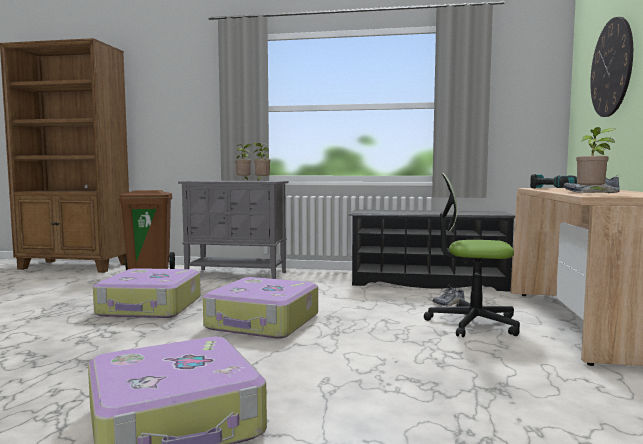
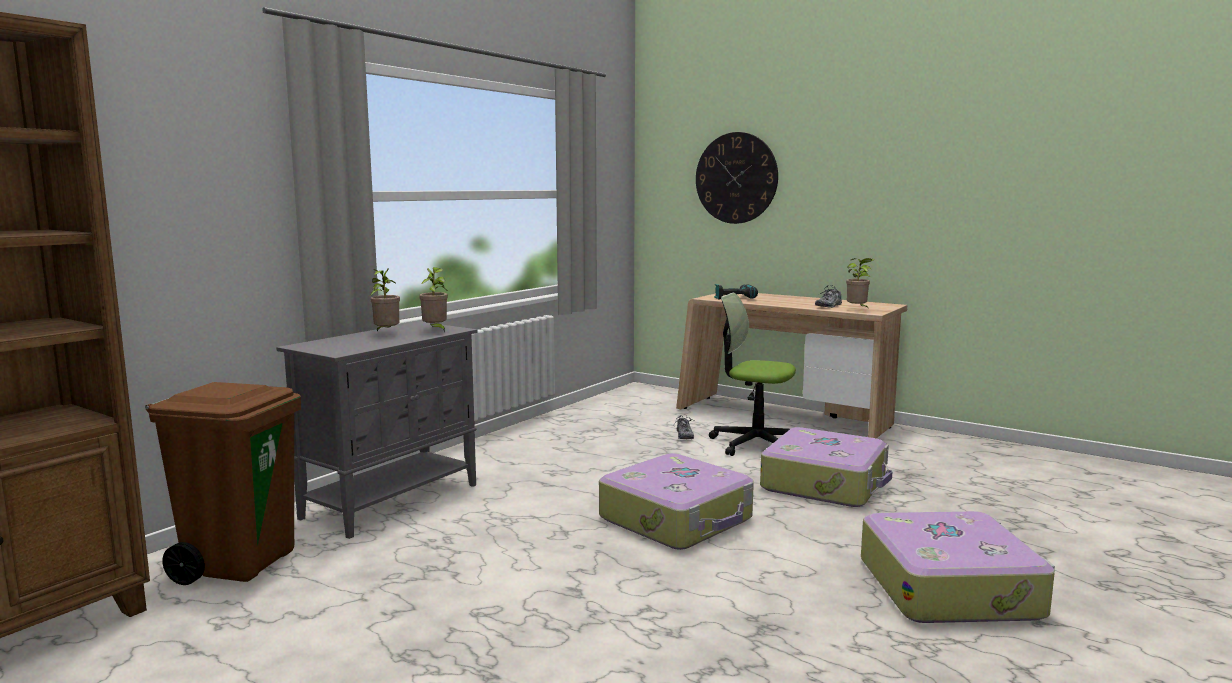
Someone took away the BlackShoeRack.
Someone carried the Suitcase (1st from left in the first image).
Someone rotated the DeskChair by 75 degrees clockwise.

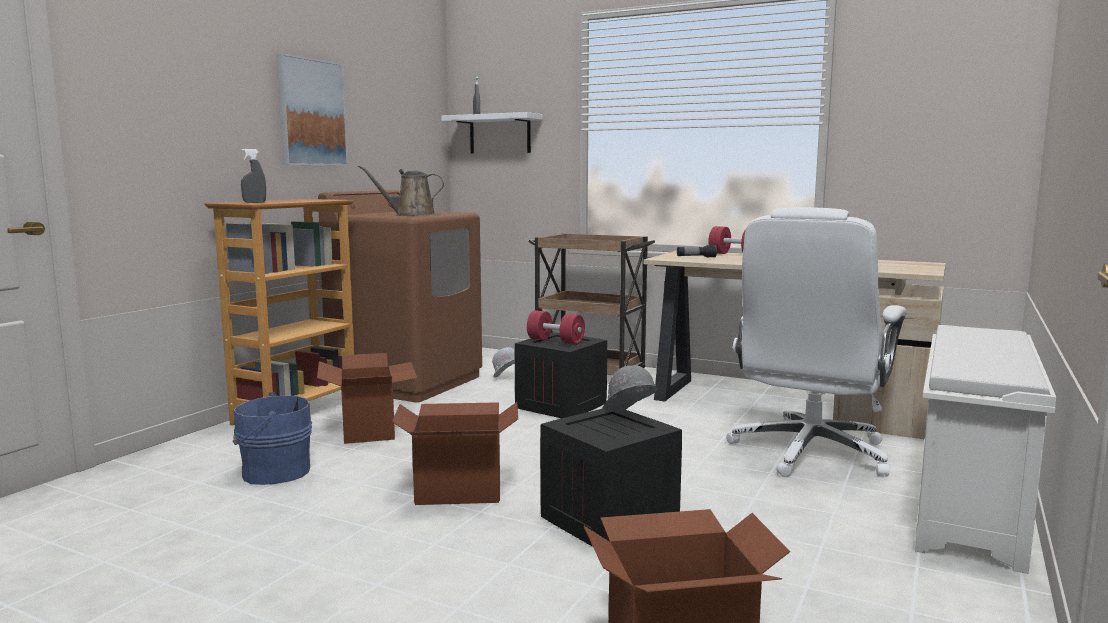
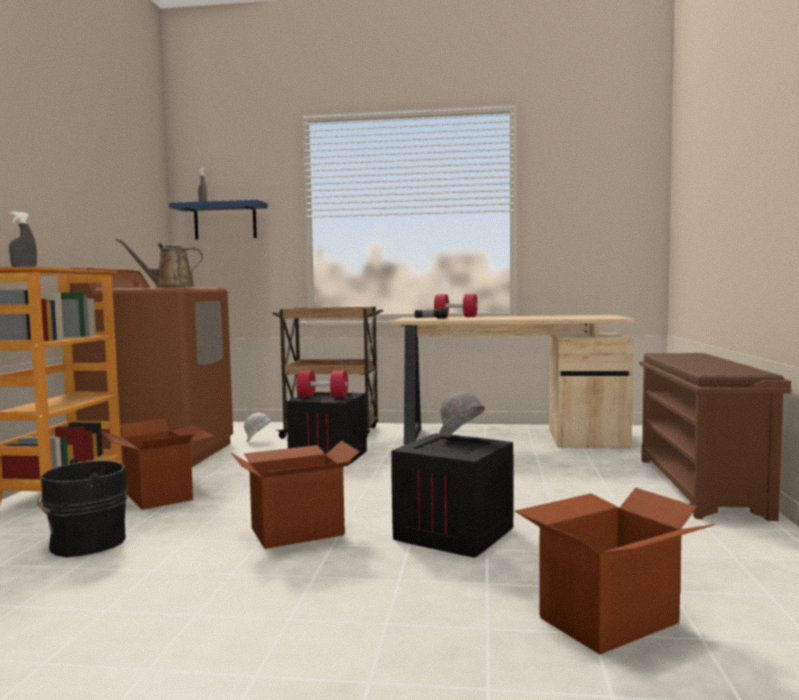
Someone took away the WallArt.
Someone took away the WhiteColouredDeskChair.
Someone repainted the BlueColouredPail, which became the BlackPail.
Someone repainted the WhiteColouredShelf, which became the BlueColouredShelf.
Someone repainted the WhiteColouredShoeRack, which became the BrownishShoeRack.

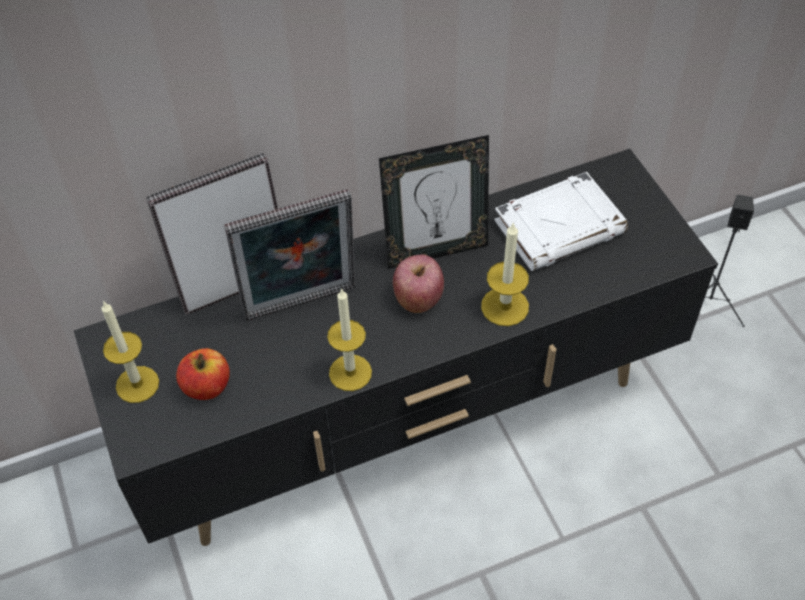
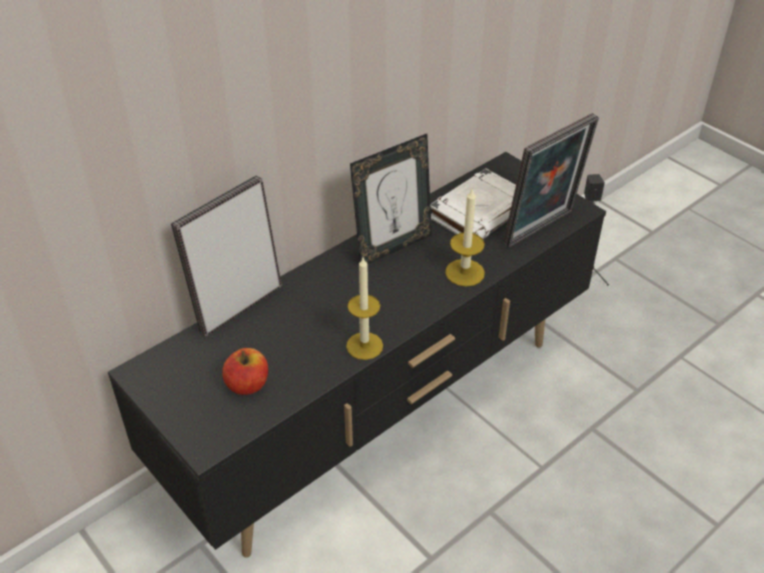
Someone took away the WaxCandle (1st from left).
Someone took away the AppleFruit (2nd from left).
Someone carried the PictureFrame (2nd from left in the first image).

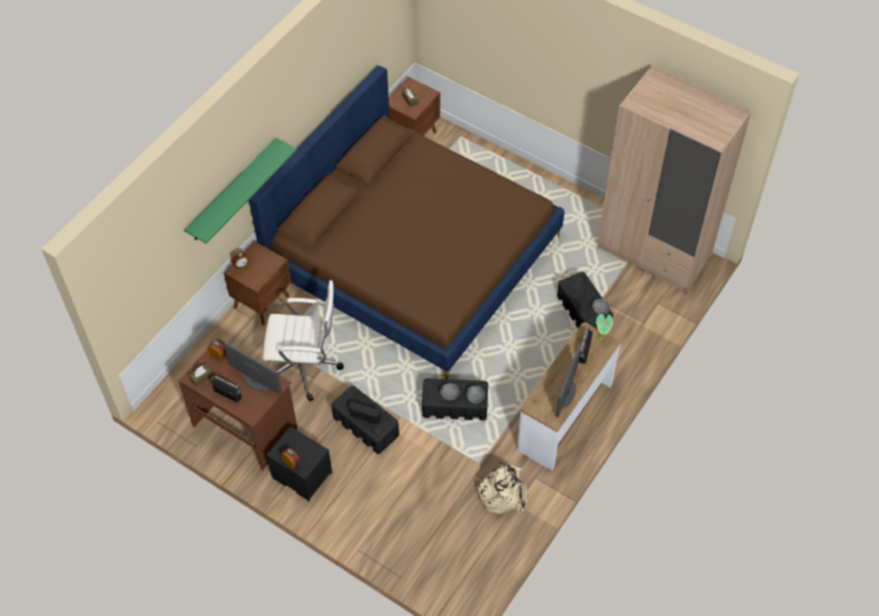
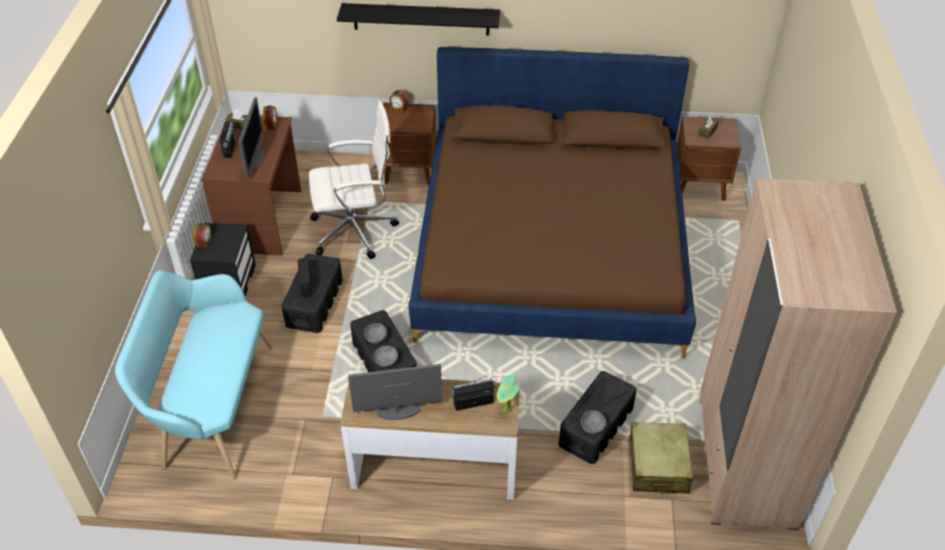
Someone took away the BeigeColouredBackpack.
Someone put down the TurquoiseColouredLongSeat.
Someone put down the BeigeColouredSuitcase.
Someone repainted the GreenishShelf, which became the BlackShelf.
Someone rotated the WhiteColouredDeskChair by 75 degrees counterclockwise.

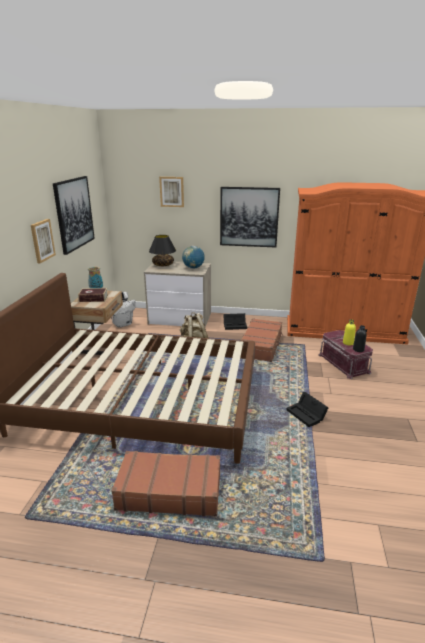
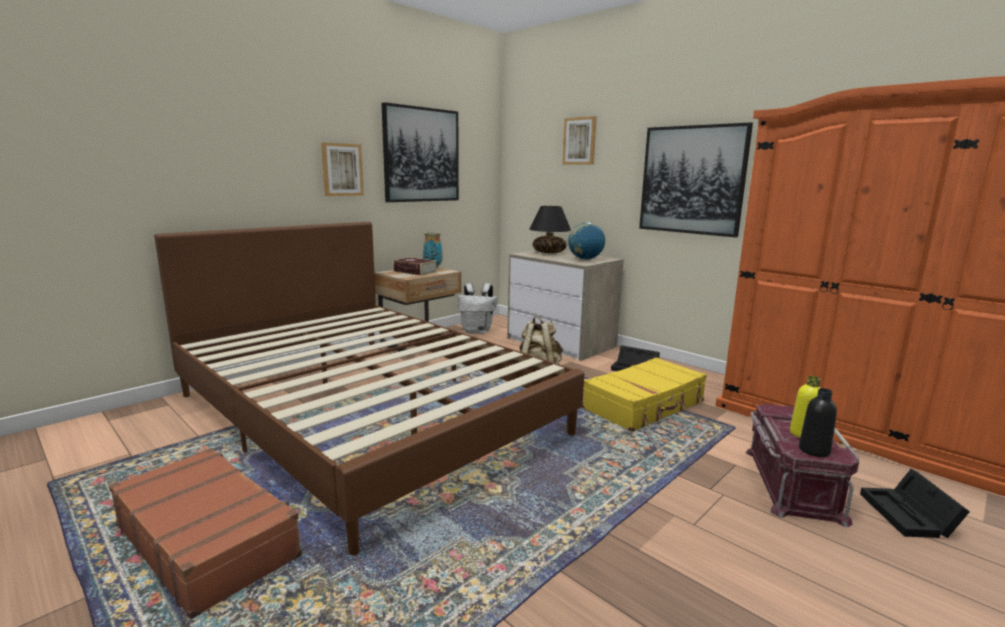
Someone carried the BlackStorageBin (2nd from left).
Someone repainted the BrownishSuitcase (2nd from left), which became the YellowColouredSuitcase.

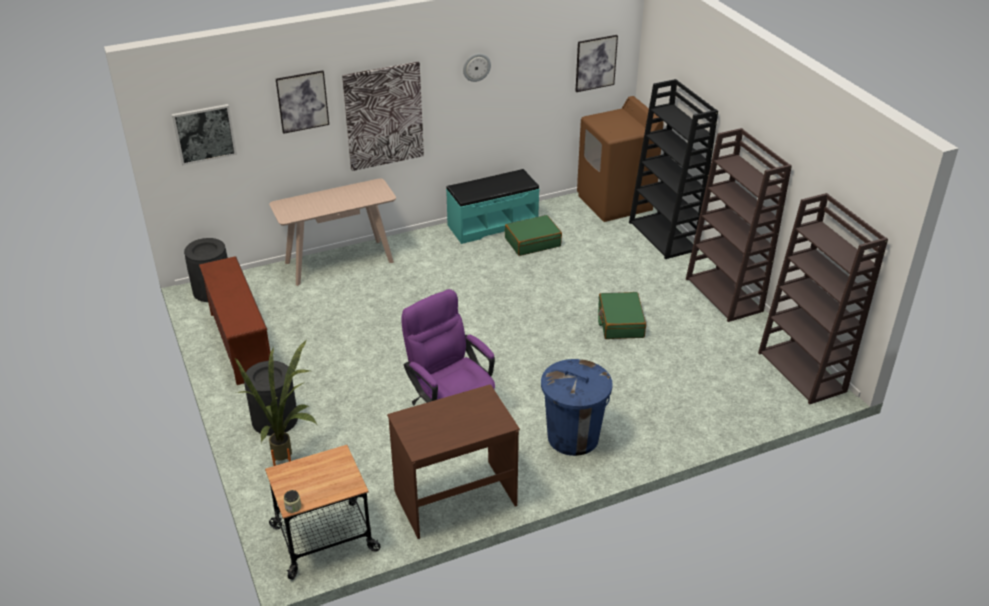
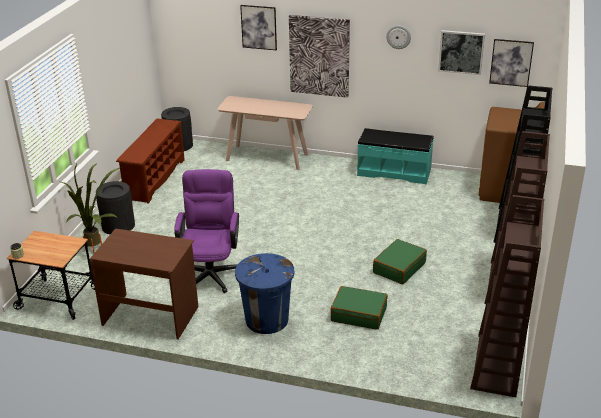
Someone carried the WallArt (1st from left in the first image).
Someone carried the GreenishSuitcase (1st from left).

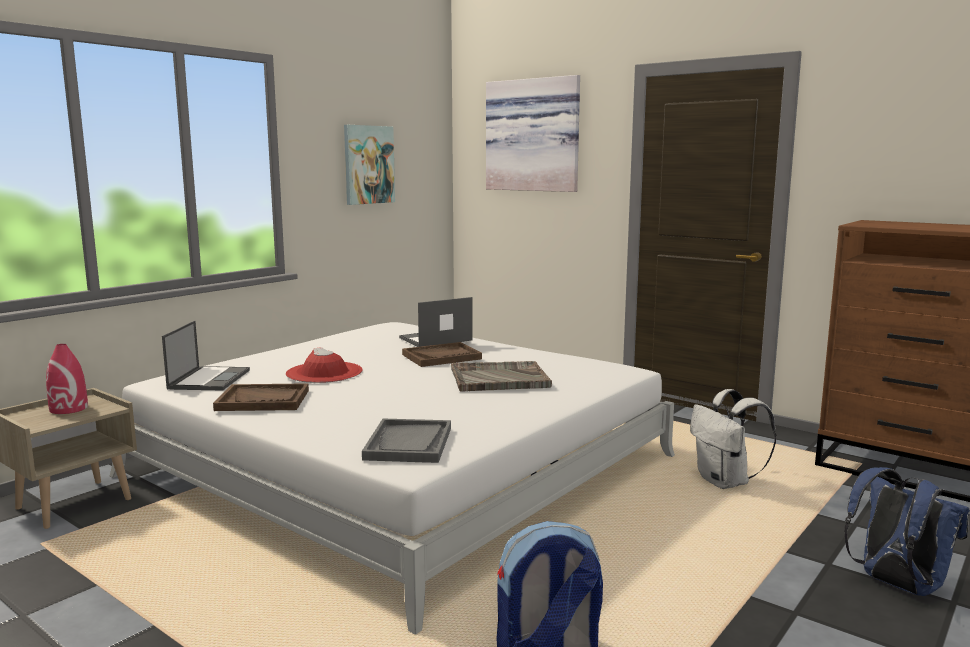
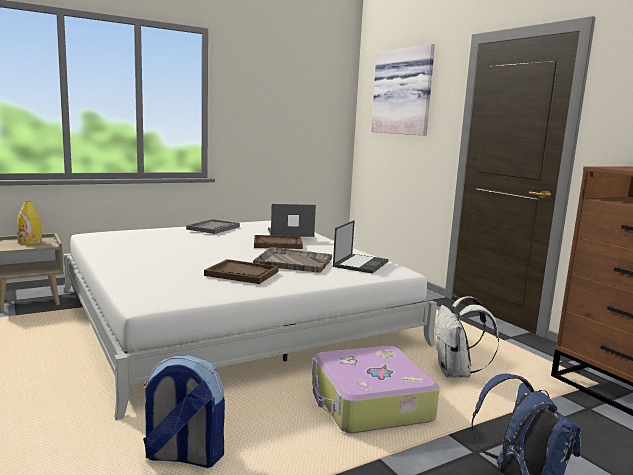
Someone took away the ReddishWearableHat.
Someone took away the WallArt (1st from left).
Someone put down the Suitcase.
Someone carried the NotebookComputer (1st from left in the first image).
Someone carried the BrownishCarryingTray (1st from left).
Someone carried the GreyishCarryingTray (1st from left).
Someone repainted the ReddishFlowerVase, which became the YellowColouredFlowerVase.

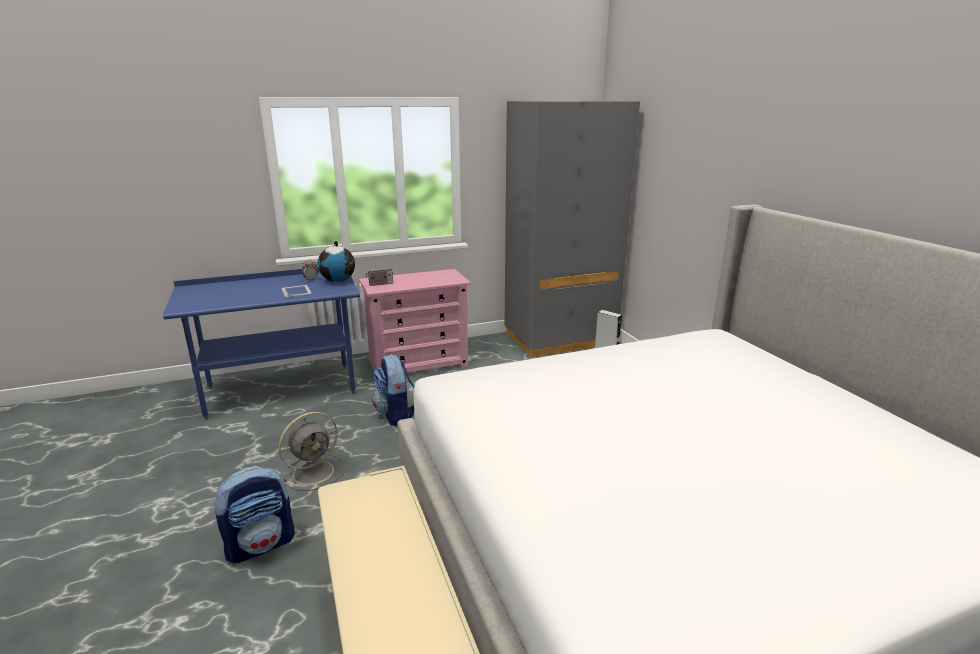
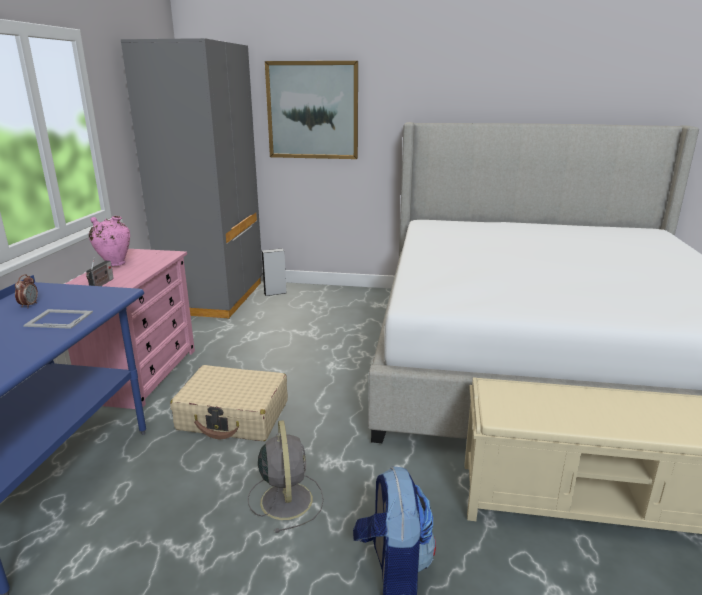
Someone took away the DeskGlobe.
Someone put down the PinkishFlowerVase.
Someone put up the WallArt.
Someone swapped the Backpack (2nd from left) for the BeigeColouredSuitcase.

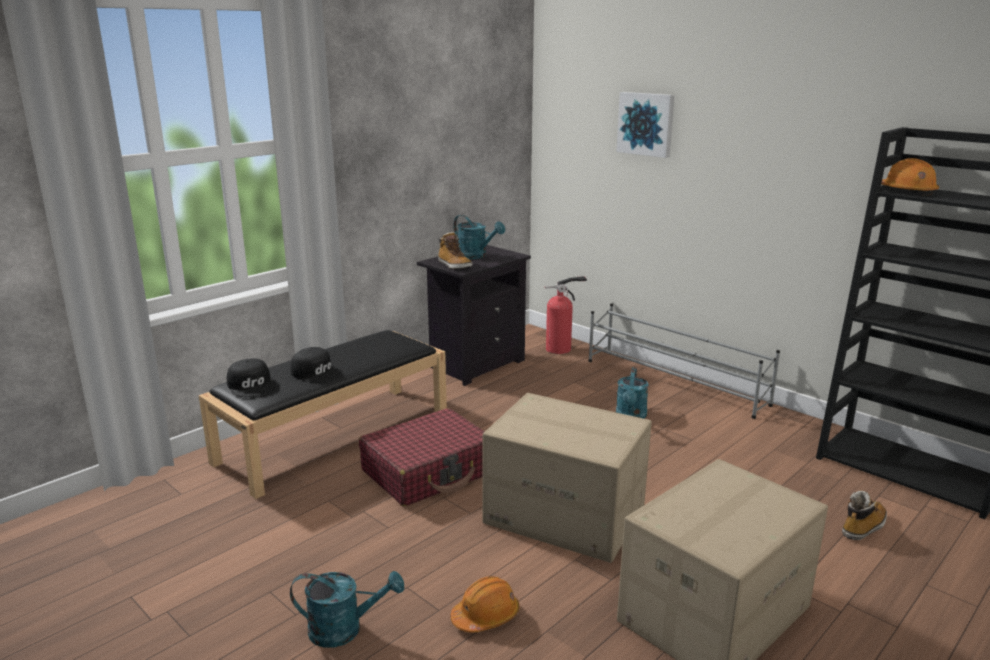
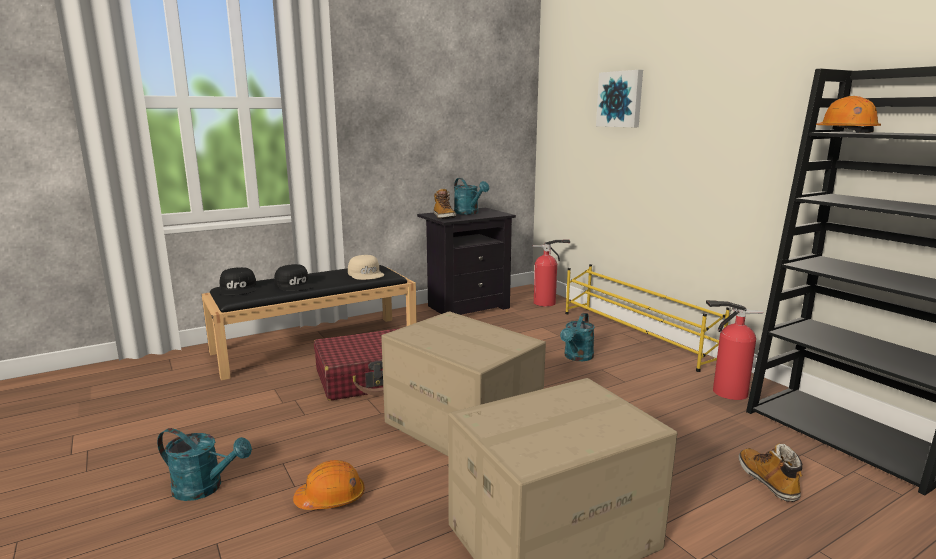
Someone put down the BeigeColouredBaseballCap.
Someone put down the FireExtinguisher (2nd from left).
Someone repainted the GreyishShoeRack, which became the YellowColouredShoeRack.
Someone rotated the HighTopBoot (2nd from left) by 75 degrees counterclockwise.

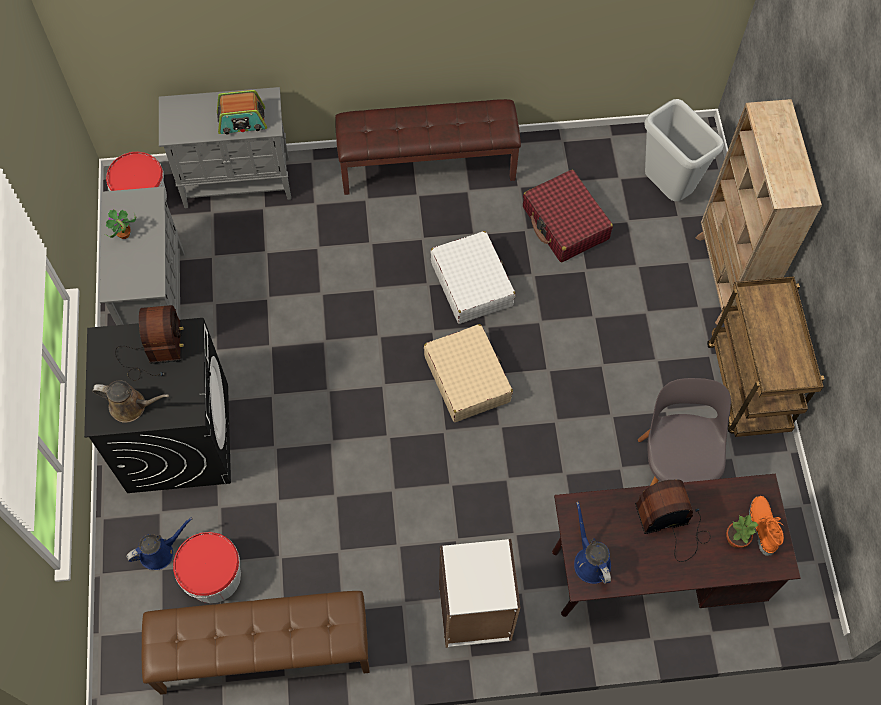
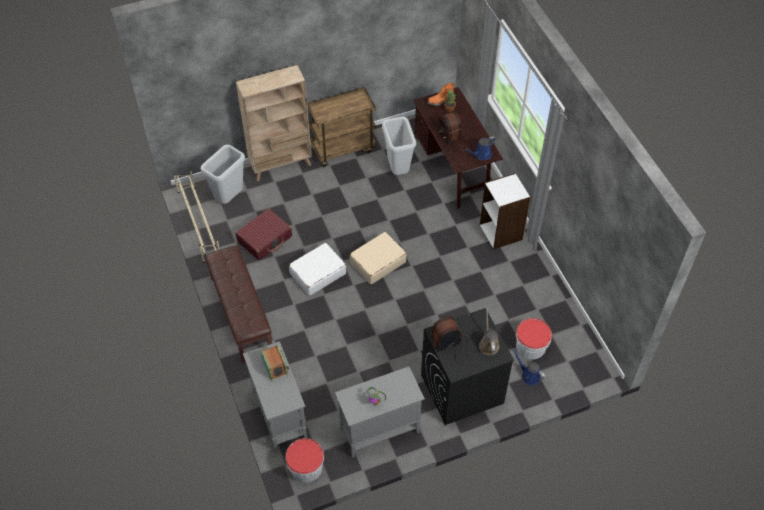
Someone took away the BrownishLongSeat (1st from left).
Someone put down the BeigeColouredShoeRack.
Someone swapped the GreyishPlainChair for the GreyishTrashCan (2nd from left).

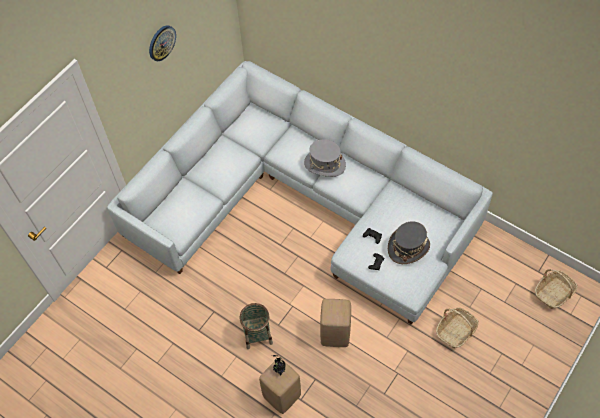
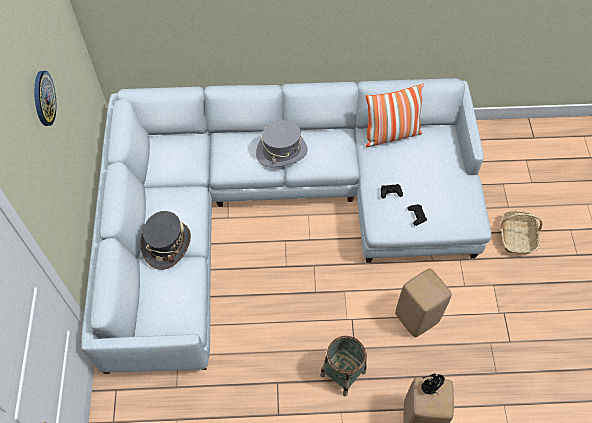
Someone took away the Basket (3rd from left).
Someone put down the ThrowPillow.
Someone carried the GreyishWearableHat (2nd from left in the first image).

